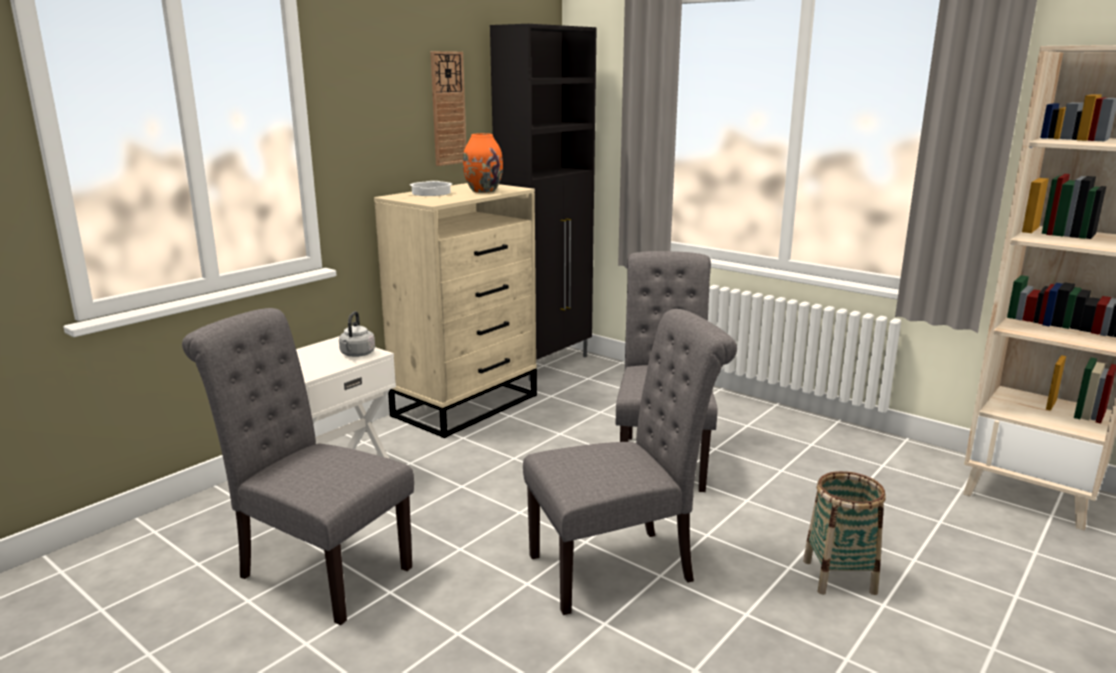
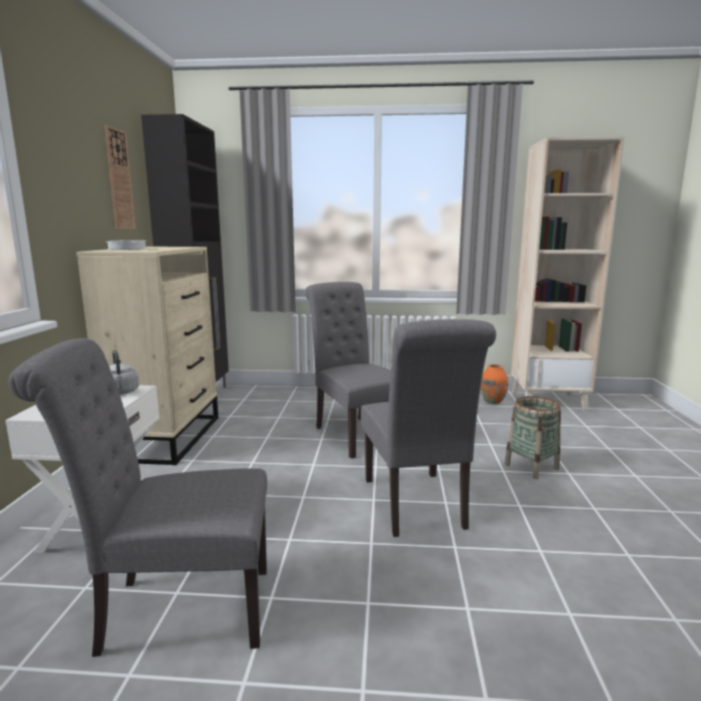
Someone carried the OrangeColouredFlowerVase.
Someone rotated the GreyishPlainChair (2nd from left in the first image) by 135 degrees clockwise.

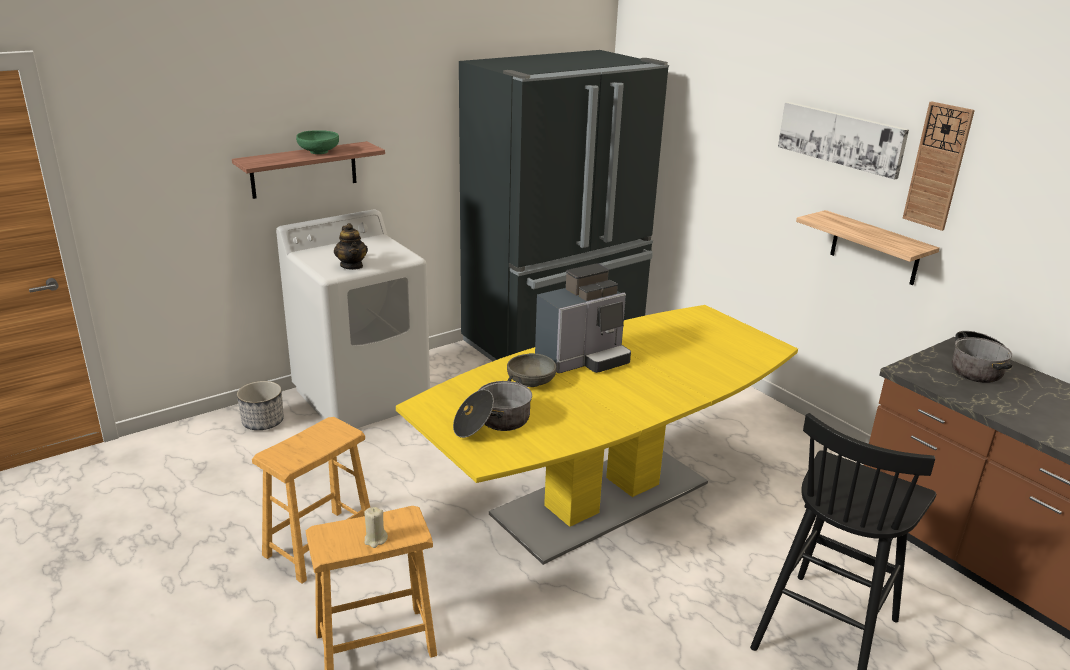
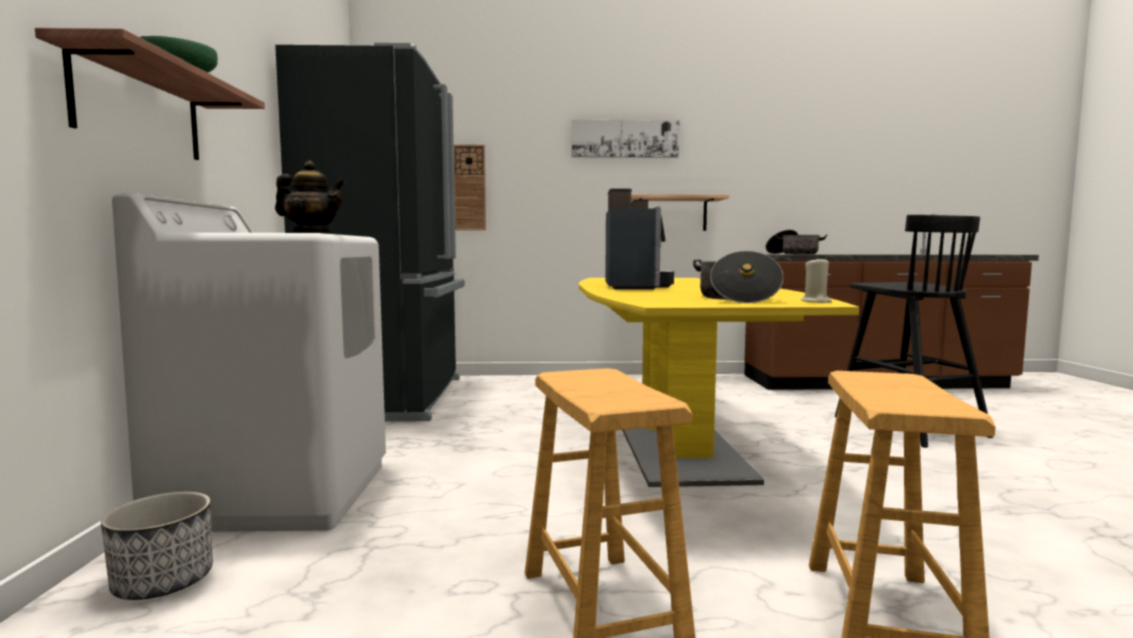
Someone took away the GreyishBowl.
Someone carried the BeigeColouredWaxCandle.
Someone carried the WallClock.

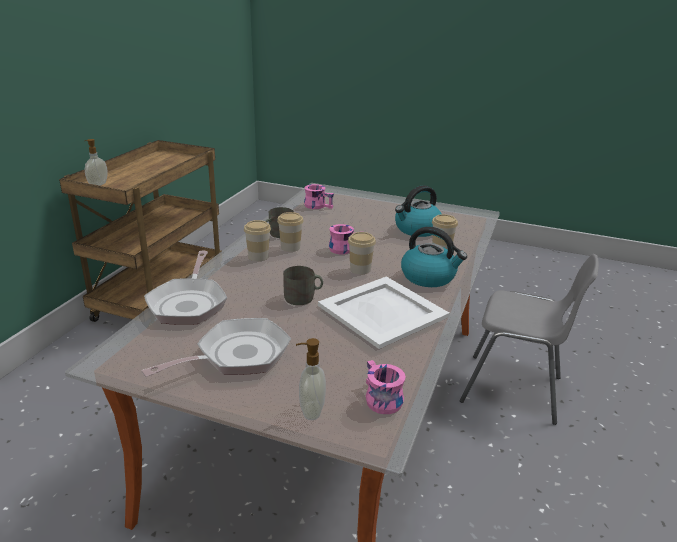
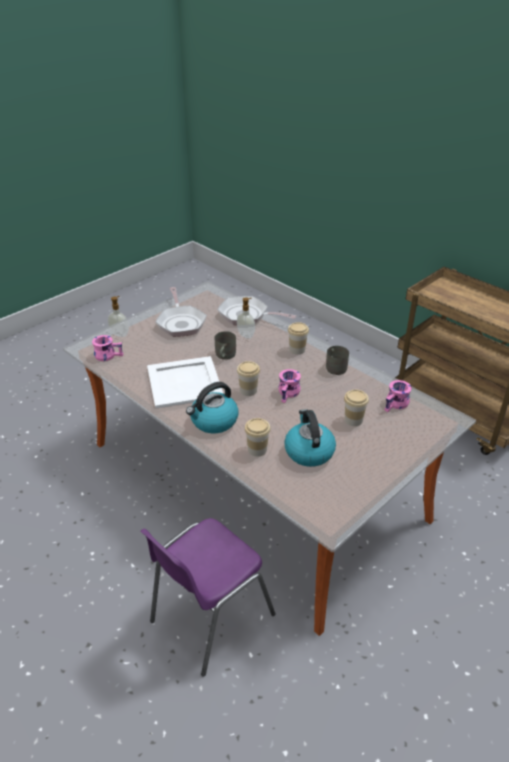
Someone carried the SoapDispenser (1st from left in the first image).
Someone carried the SmallCup (2nd from left in the first image).
Someone repainted the GreyishPlainChair, which became the PurplePlainChair.

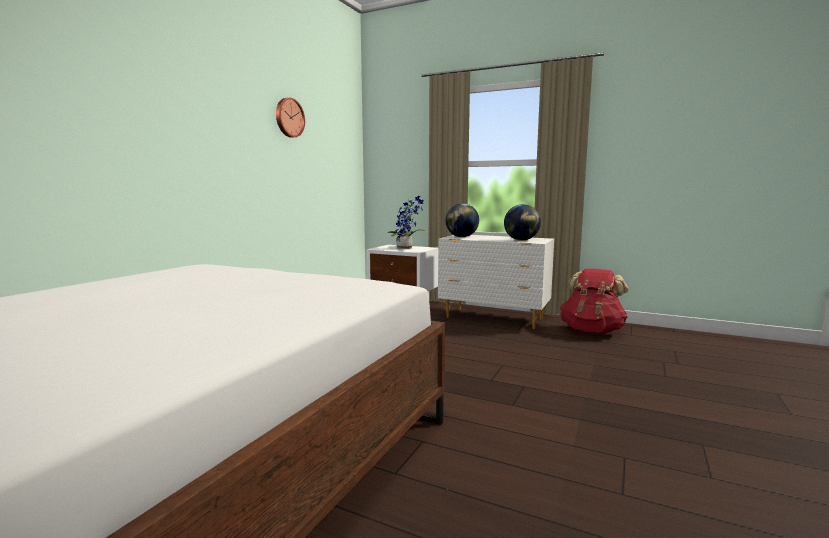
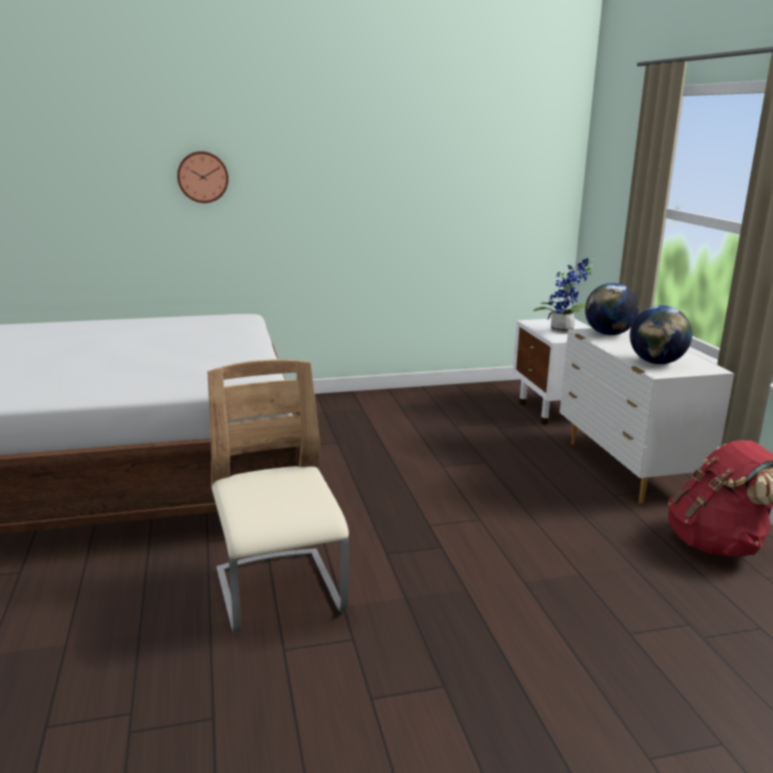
Someone put down the BeigeColouredPlainChair.
Someone carried the WallClock.

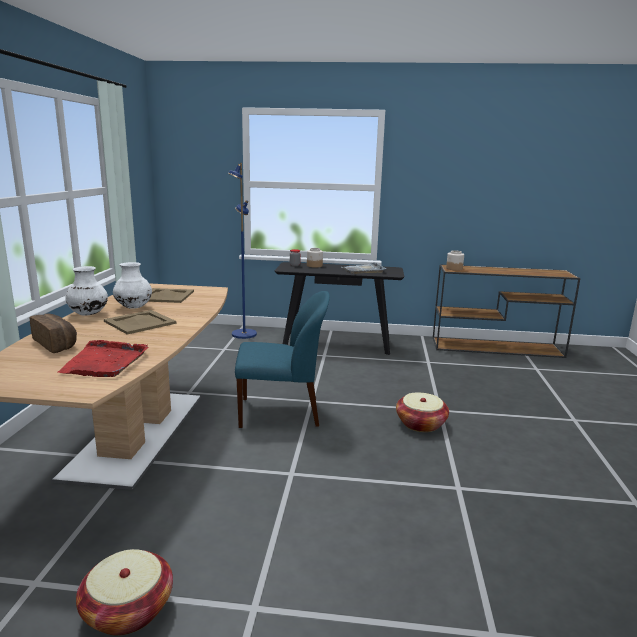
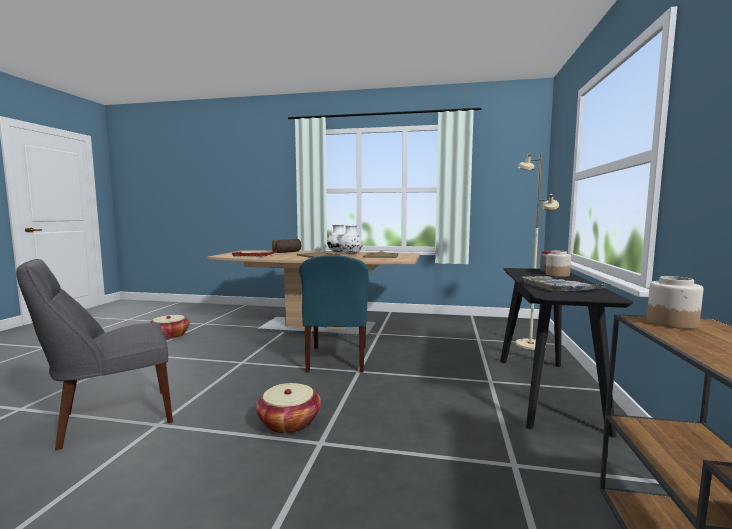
Someone put down the GreyishPlainChair.
Someone repainted the BlueColouredStandardLamp, which became the BeigeColouredStandardLamp.

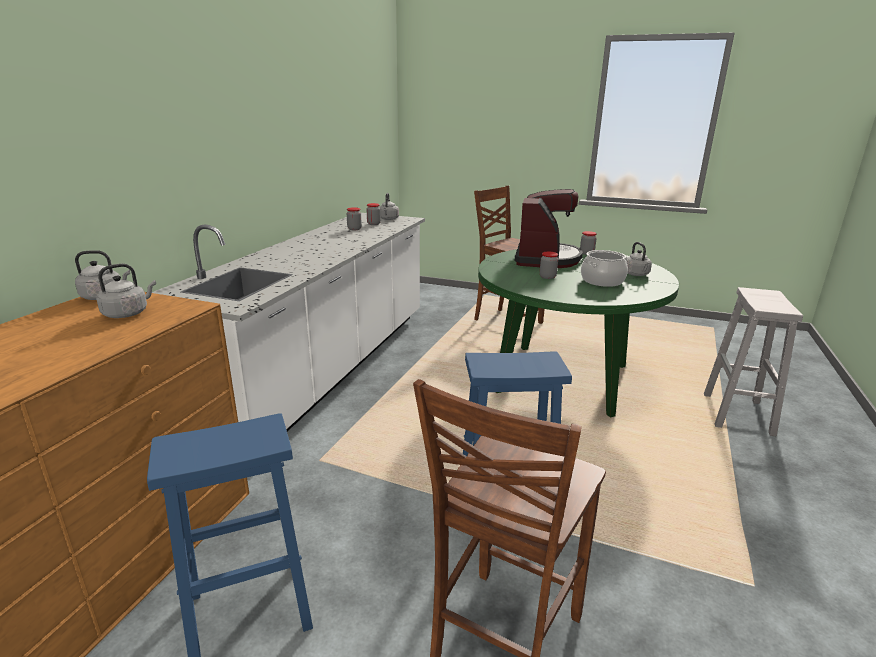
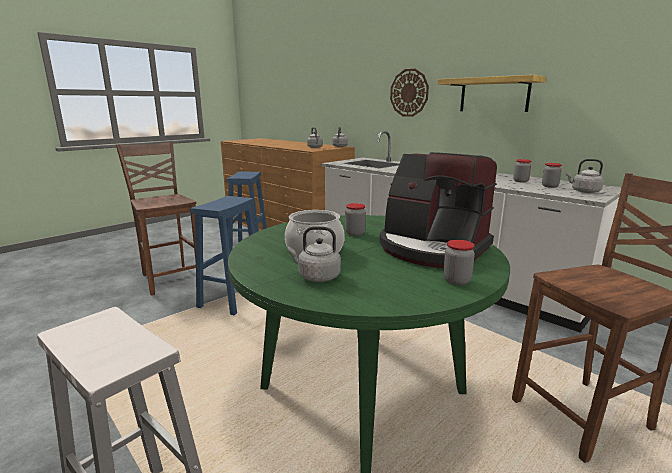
Someone put up the WallClock.
Someone put up the Shelf.

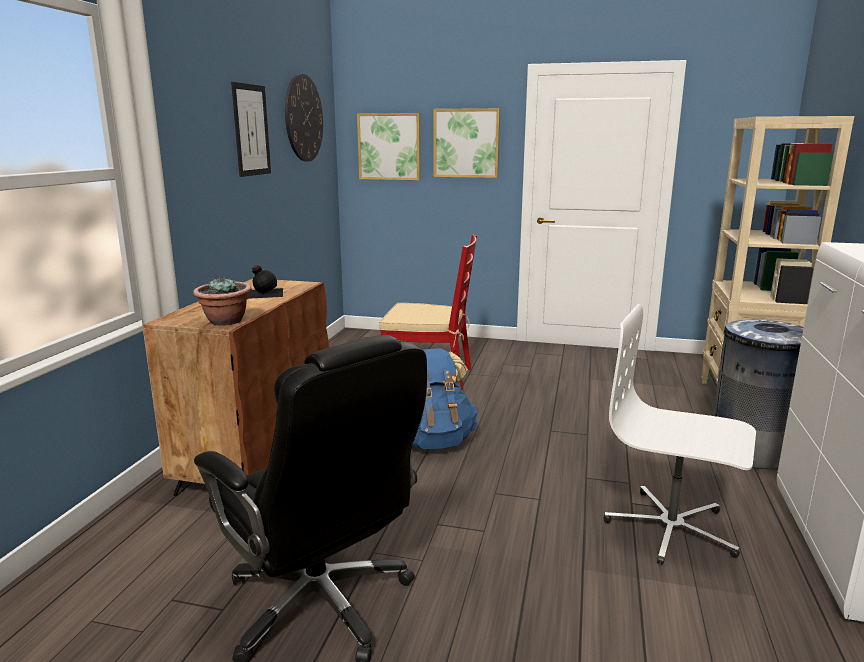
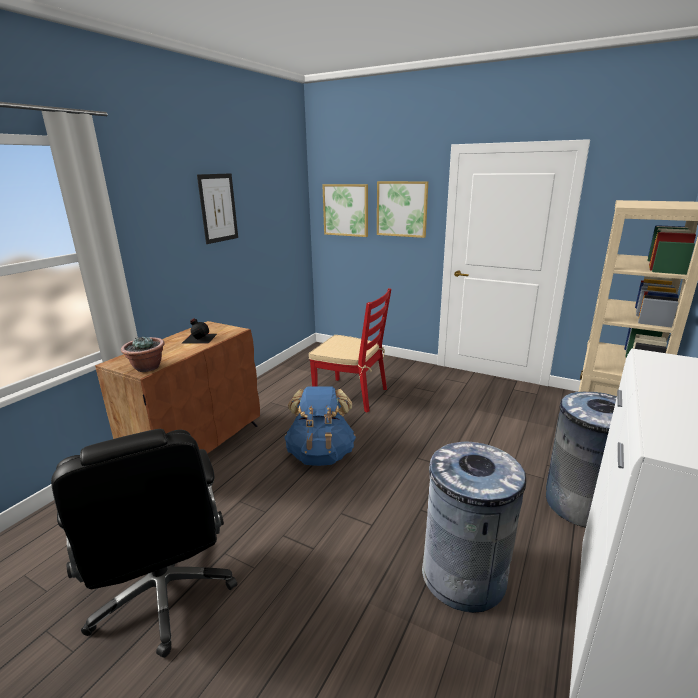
Someone took away the WallClock.
Someone swapped the WhiteColouredDeskChair for the GreyishTrashCan (1st from left).

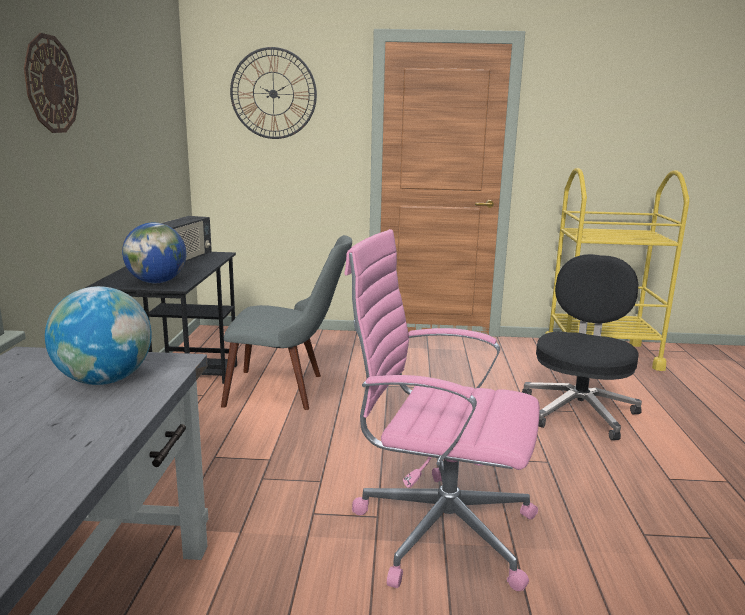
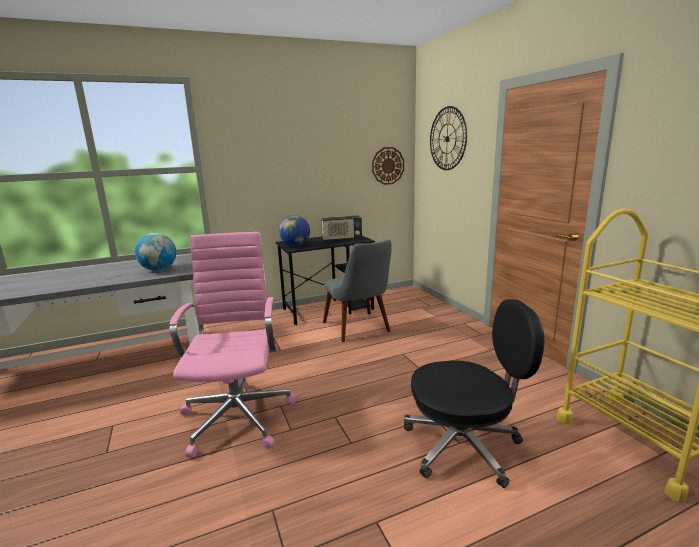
Someone carried the WallClock (1st from left).

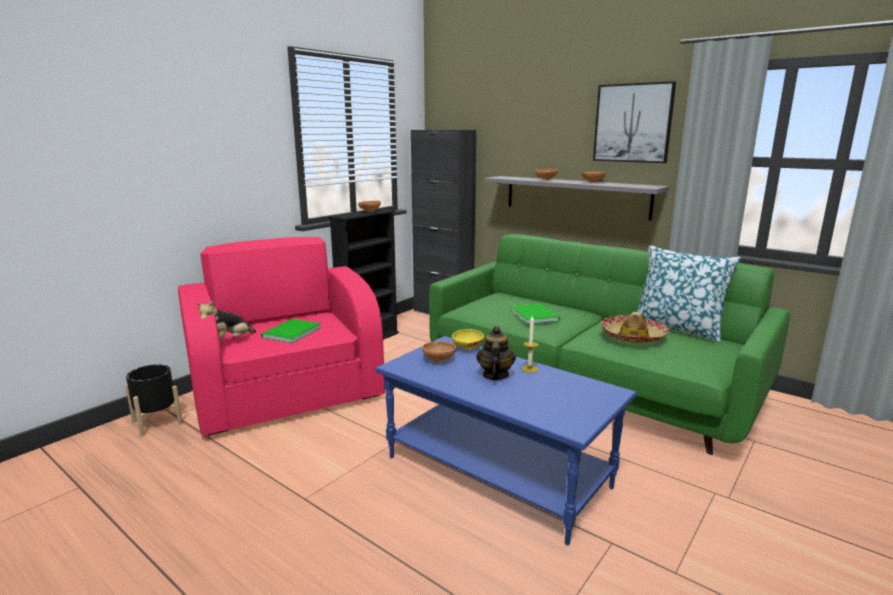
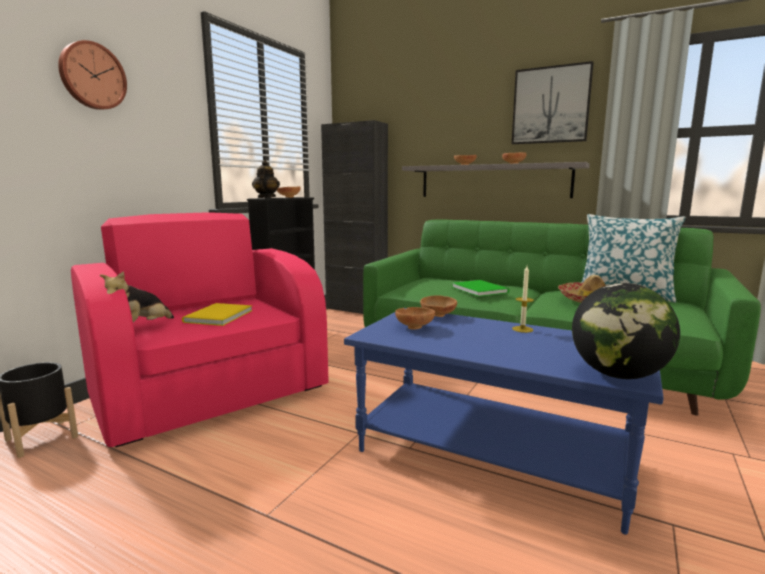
Someone put up the WallClock.
Someone put down the DeskGlobe.
Someone carried the Teapot.
Someone repainted the GreenishBoundBook (1st from left), which became the YellowColouredBoundBook.
Someone repainted the YellowColouredBowl, which became the BrownishBowl (3rd from left).

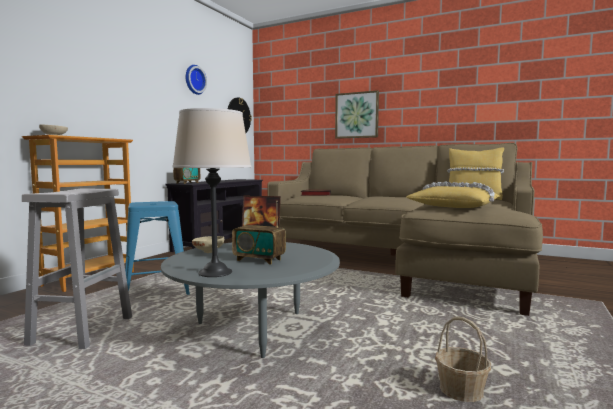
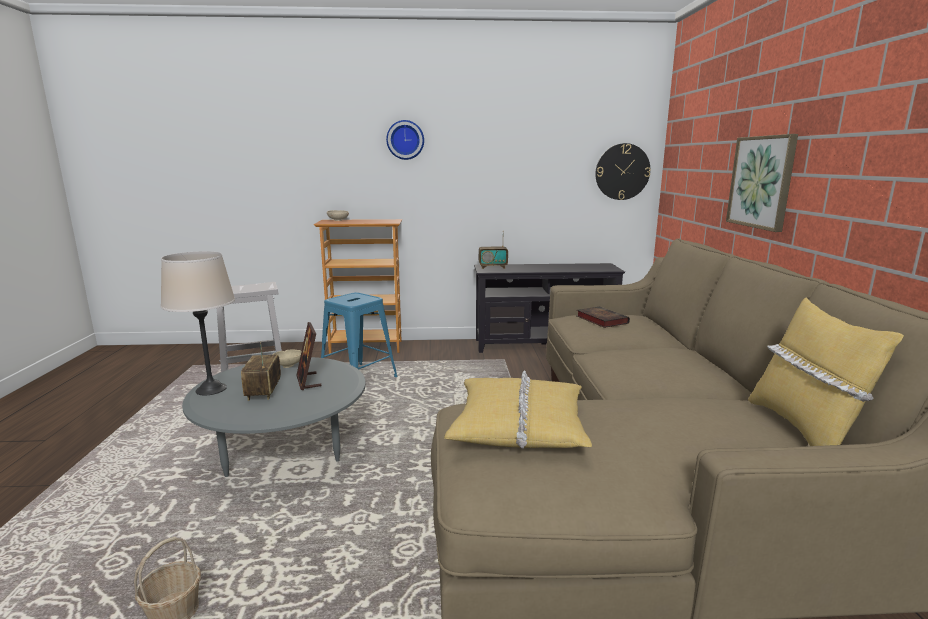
Someone carried the WallClock (1st from left).

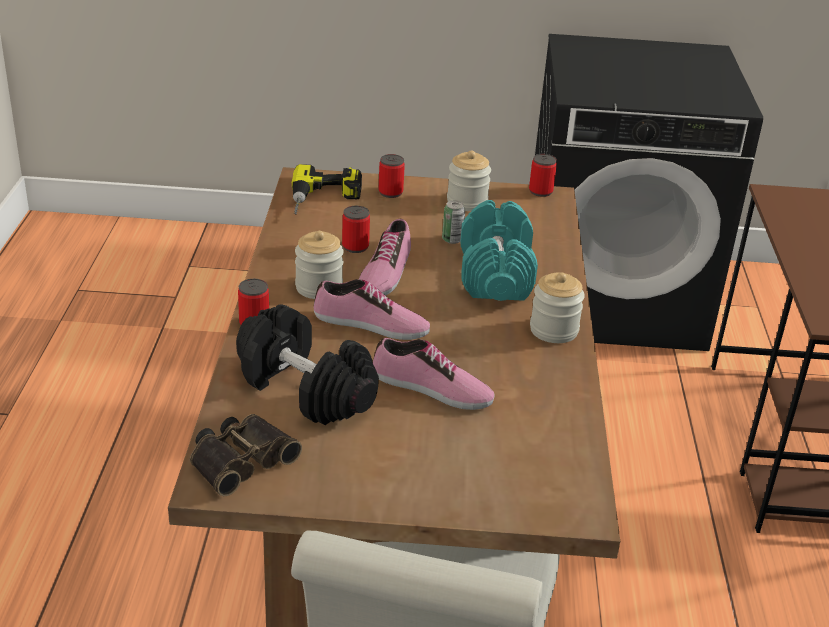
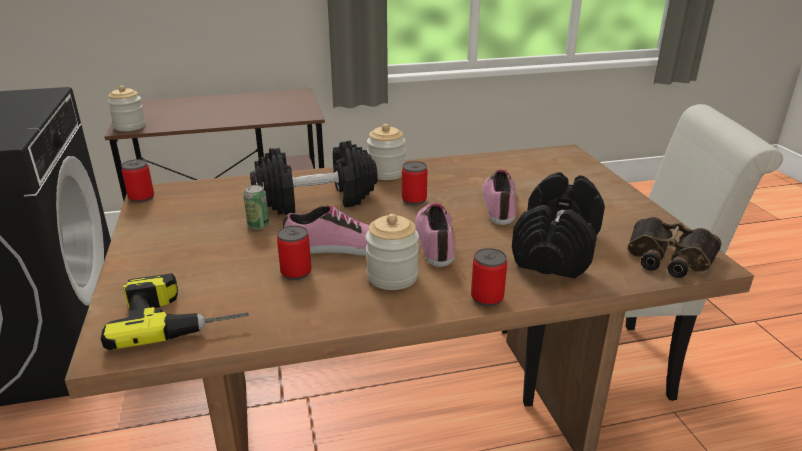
Someone carried the Can (3rd from left in the first image).
Someone carried the Jar (2nd from left in the first image).
Someone repainted the TurquoiseColouredHandWeight, which became the BlackHandWeight (1st from left).

